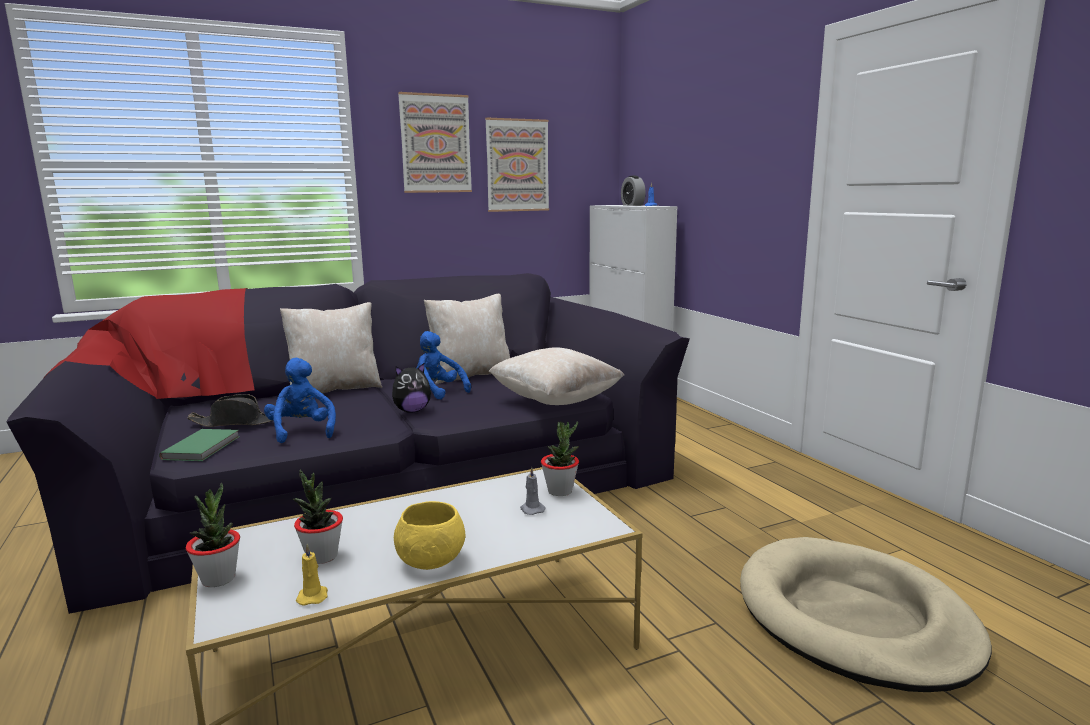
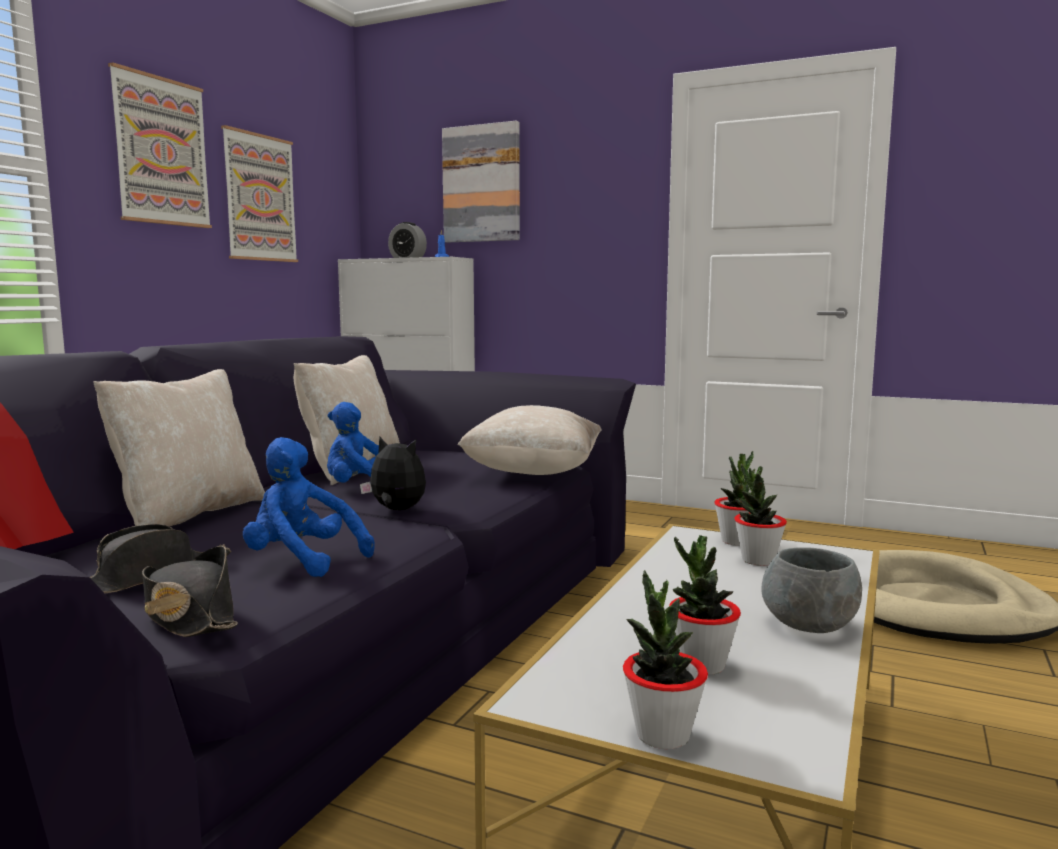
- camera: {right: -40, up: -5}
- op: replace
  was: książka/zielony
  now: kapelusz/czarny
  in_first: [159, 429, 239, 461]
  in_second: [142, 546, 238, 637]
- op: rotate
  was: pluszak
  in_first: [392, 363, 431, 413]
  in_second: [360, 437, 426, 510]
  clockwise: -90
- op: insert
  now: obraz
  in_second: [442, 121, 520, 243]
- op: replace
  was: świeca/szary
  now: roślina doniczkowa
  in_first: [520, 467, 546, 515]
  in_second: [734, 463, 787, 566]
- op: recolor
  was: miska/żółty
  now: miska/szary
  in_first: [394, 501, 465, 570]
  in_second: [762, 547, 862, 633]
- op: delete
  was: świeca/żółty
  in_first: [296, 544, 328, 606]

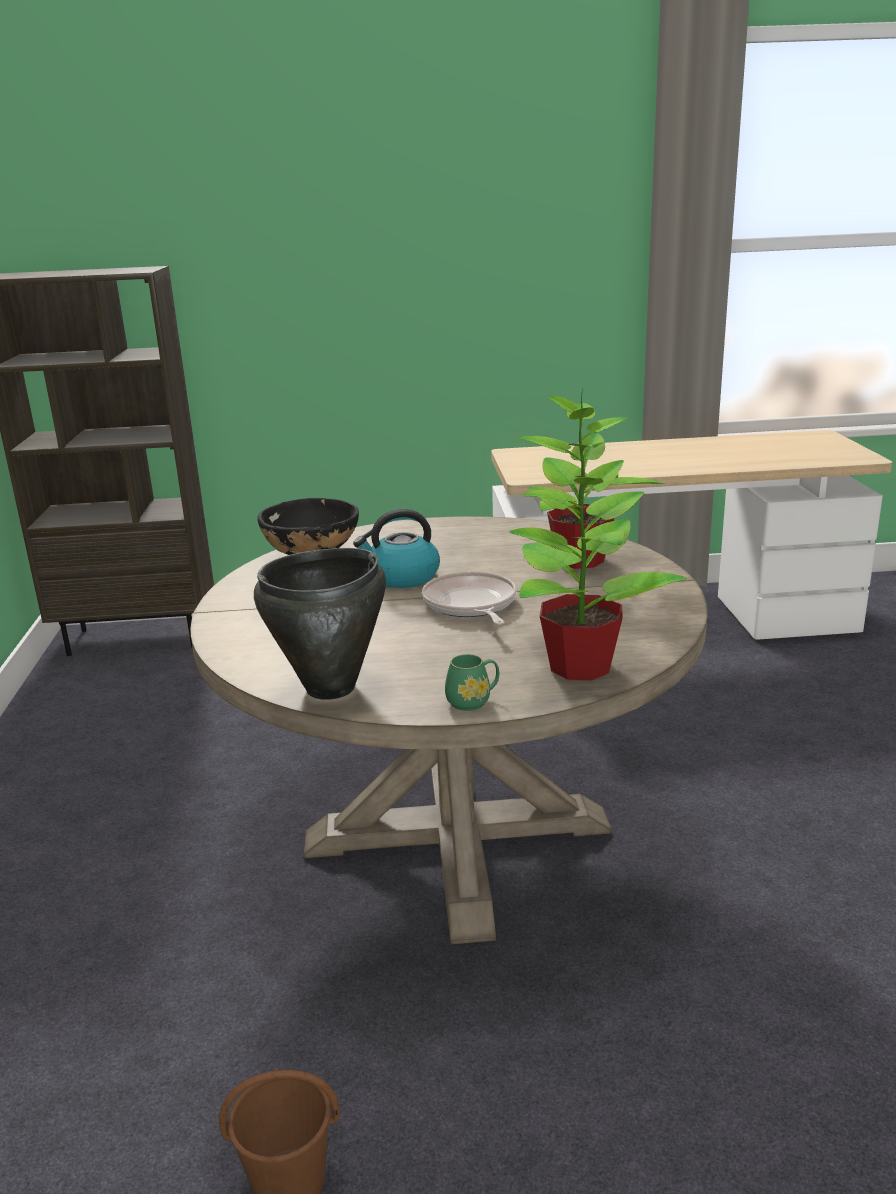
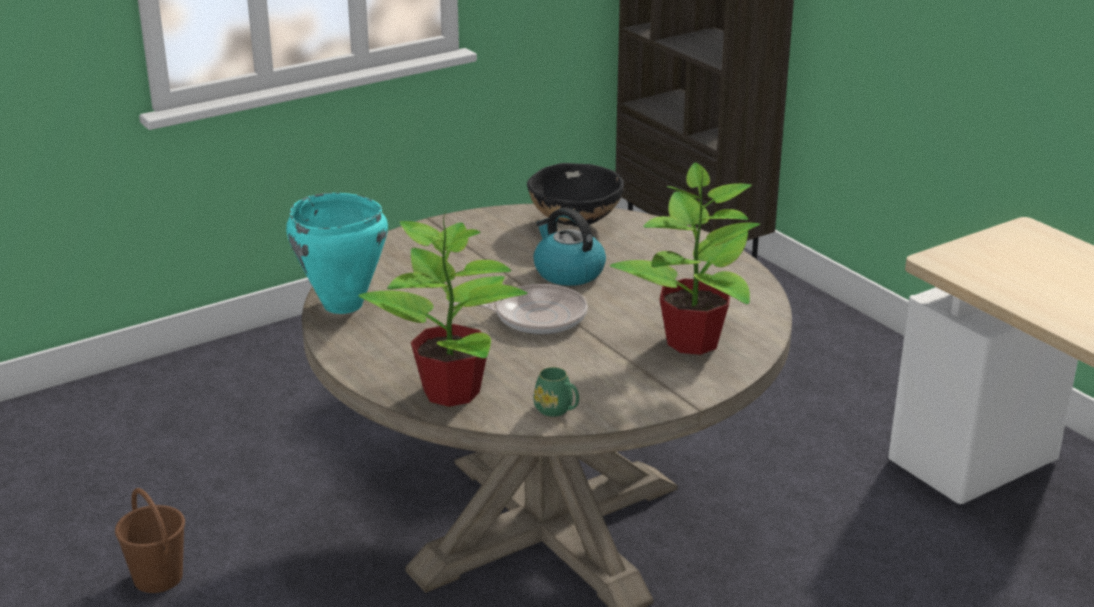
- camera: {right: 60, up: 5}
- op: recolor
  was: garnek/czarny
  now: garnek/turkusowy
  in_first: [254, 548, 386, 700]
  in_second: [286, 193, 388, 314]
- op: rotate
  was: patelnia
  in_first: [422, 571, 517, 625]
  in_second: [449, 284, 588, 334]
  clockwise: 45
- op: move
  was: kubek/zielony
  in_first: [445, 654, 499, 711]
  in_second: [533, 367, 579, 416]

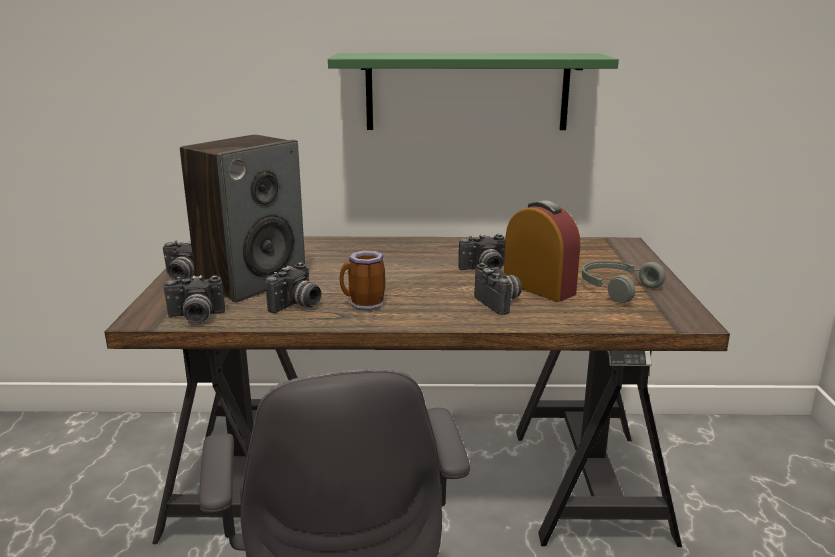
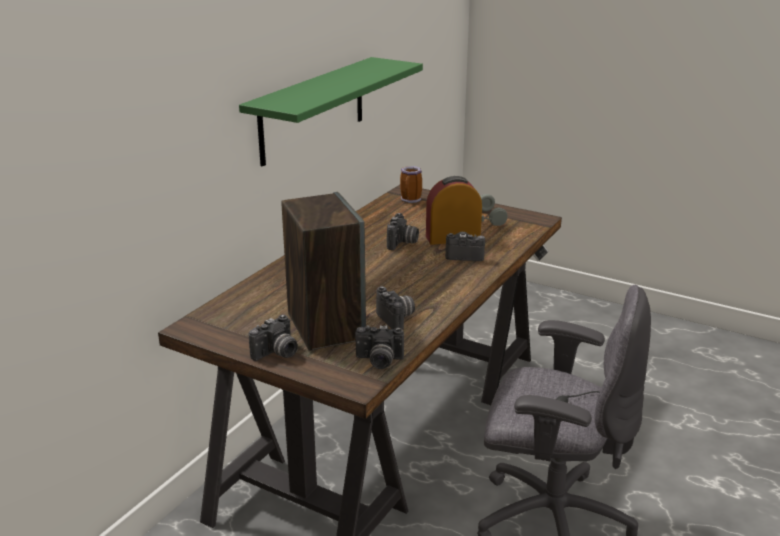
- camera: {right: -60, up: 5}
- op: rotate
  was: aparat fotograficzny
  in_first: [164, 275, 225, 323]
  in_second: [355, 325, 404, 369]
  clockwise: 75
- op: move
  was: kubek
  in_first: [340, 250, 385, 311]
  in_second: [400, 166, 422, 203]

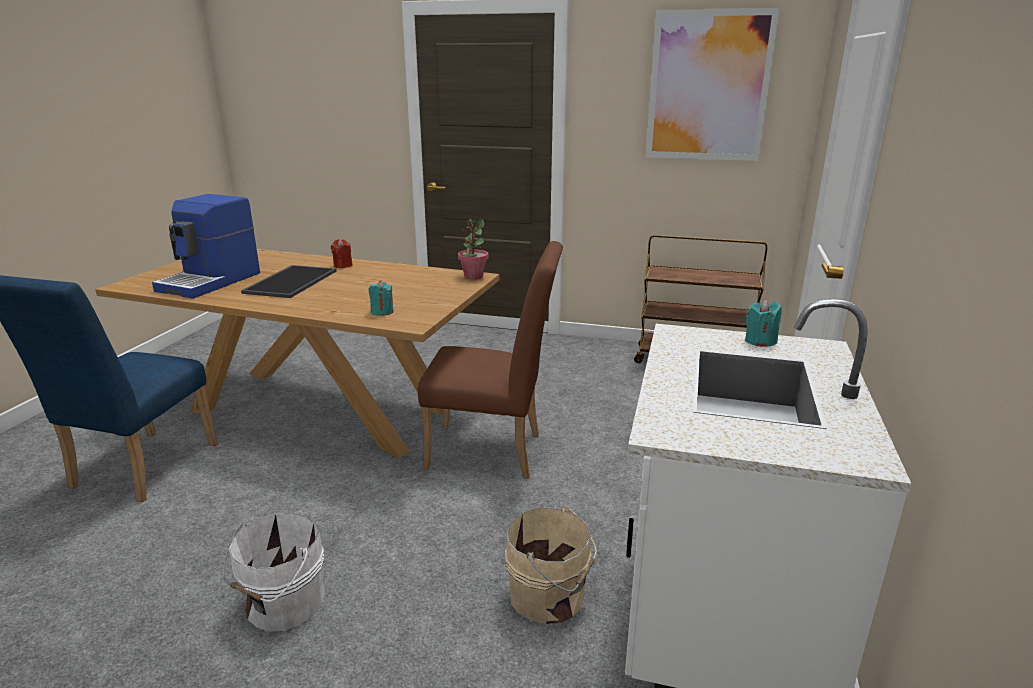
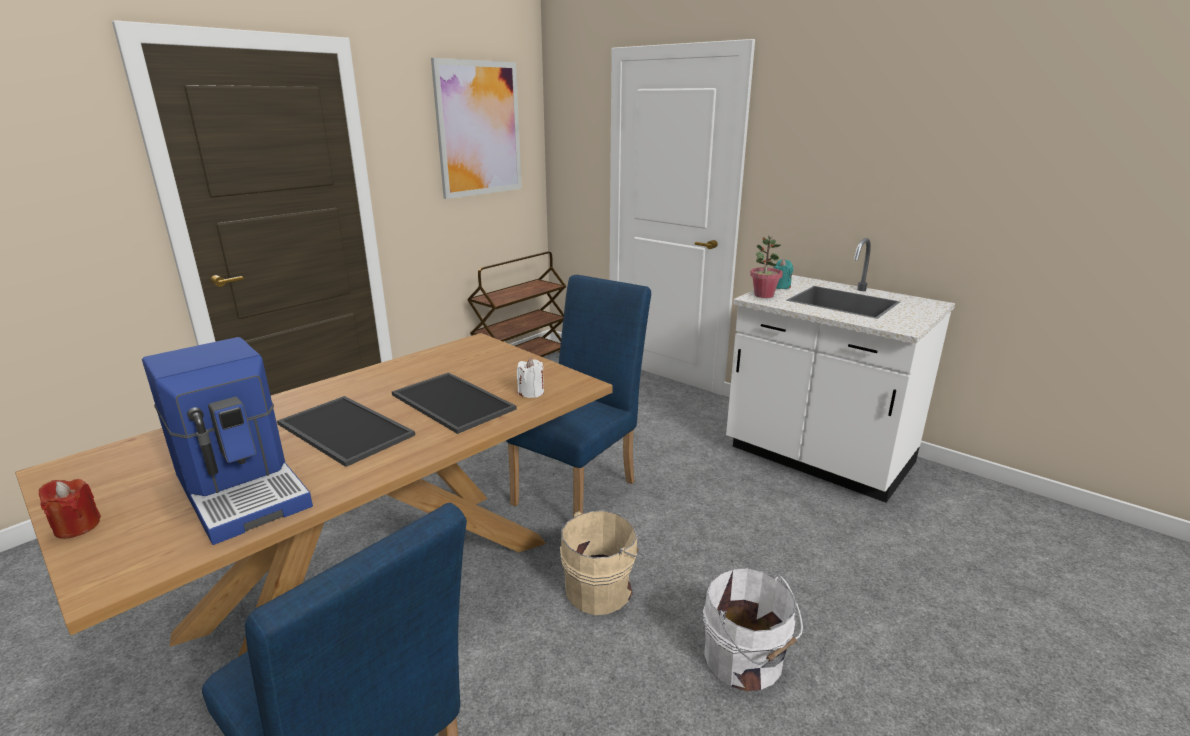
- camera: {right: -65, up: 0}
- op: move
  was: świeca/czerwony
  in_first: [331, 239, 353, 268]
  in_second: [39, 479, 101, 539]
- op: insert
  now: taca
  in_second: [392, 372, 516, 434]
- op: recolor
  was: krzesło/brązowy
  now: krzesło/niebieski
  in_first: [418, 241, 563, 479]
  in_second: [506, 275, 651, 518]
- op: recolor
  was: świeca/turkusowy
  now: świeca/biały
  in_first: [369, 280, 394, 316]
  in_second: [517, 358, 544, 398]
- op: move
  was: wiadro/beżowy
  in_first: [505, 506, 597, 624]
  in_second: [560, 510, 645, 615]
- op: move
  was: roślina doniczkowa
  in_first: [458, 219, 488, 280]
  in_second: [750, 235, 783, 298]

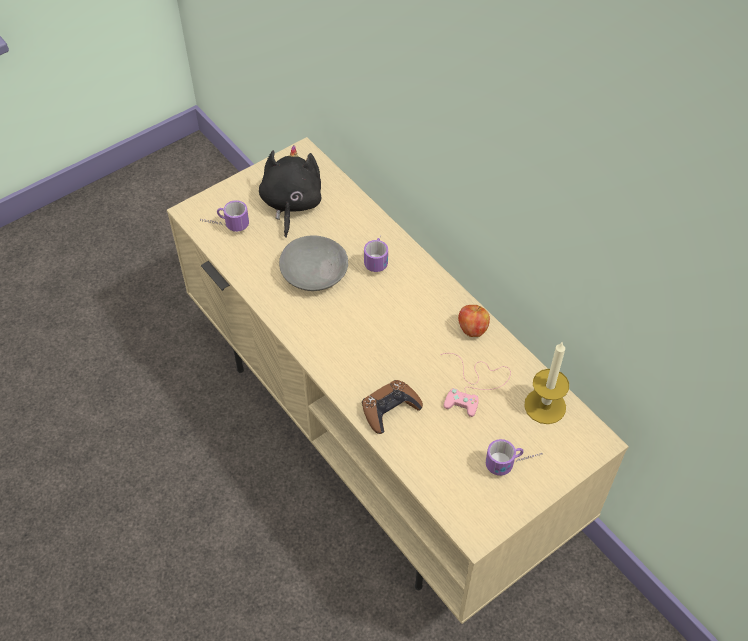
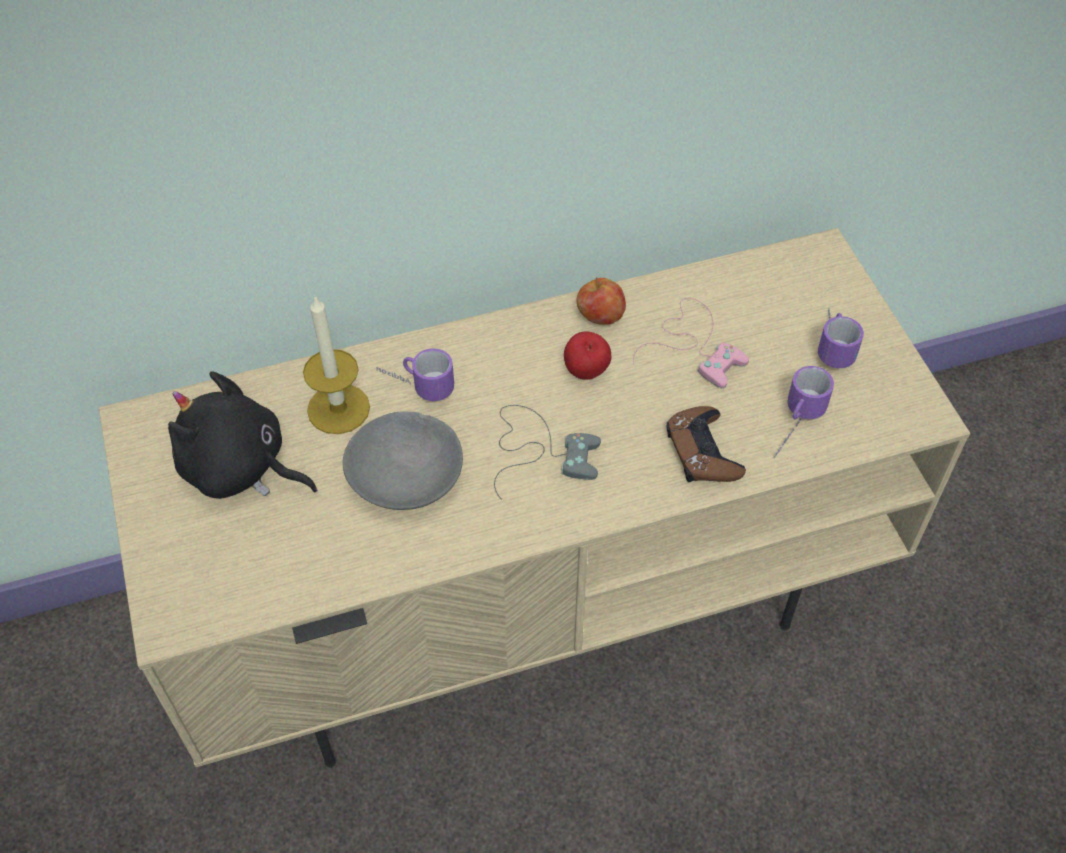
- camera: {right: -70, up: 0}
- op: move
  was: świeca
  in_first: [524, 341, 569, 424]
  in_second: [303, 295, 370, 434]
- op: insert
  now: pad do gier/szary
  in_second: [494, 405, 601, 500]
- op: insert
  now: jabłko
  in_second: [564, 332, 611, 380]
- op: move
  was: kubek
  in_first: [200, 200, 249, 232]
  in_second: [774, 366, 834, 458]

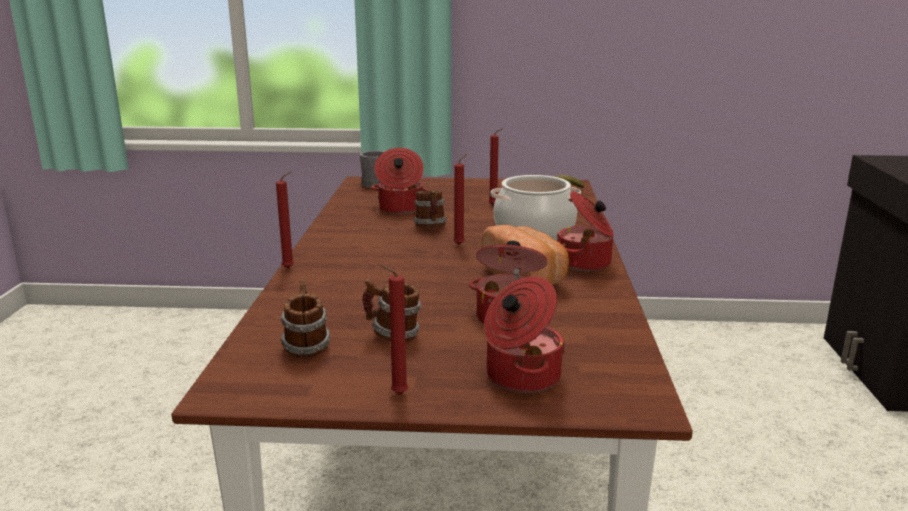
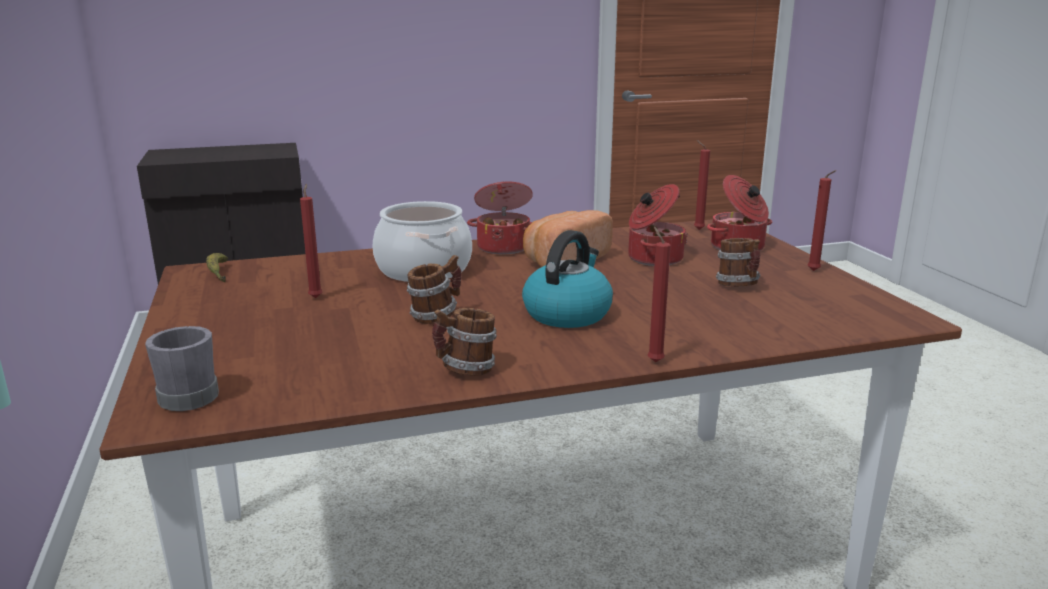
- camera: {right: -110, up: 0}
- op: move
  was: kubek
  in_first: [280, 280, 330, 358]
  in_second: [432, 308, 497, 376]
- op: insert
  now: czajnik
  in_second: [522, 230, 613, 328]
- op: move
  was: świeca/czerwony
  in_first: [453, 154, 467, 245]
  in_second: [694, 140, 710, 230]
- op: delete
  was: garnek
  in_first: [371, 148, 428, 214]

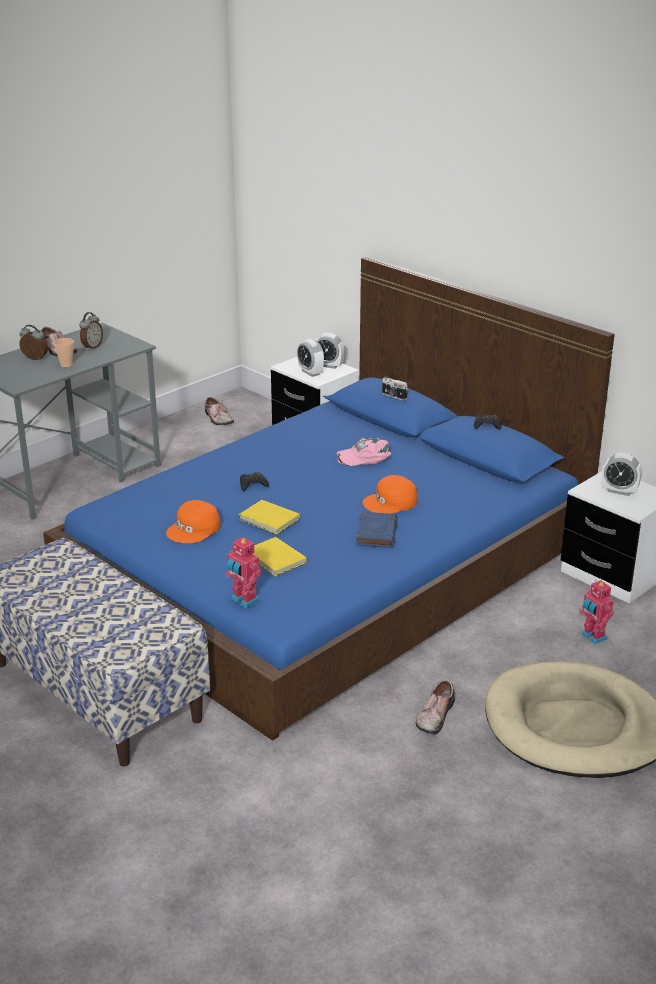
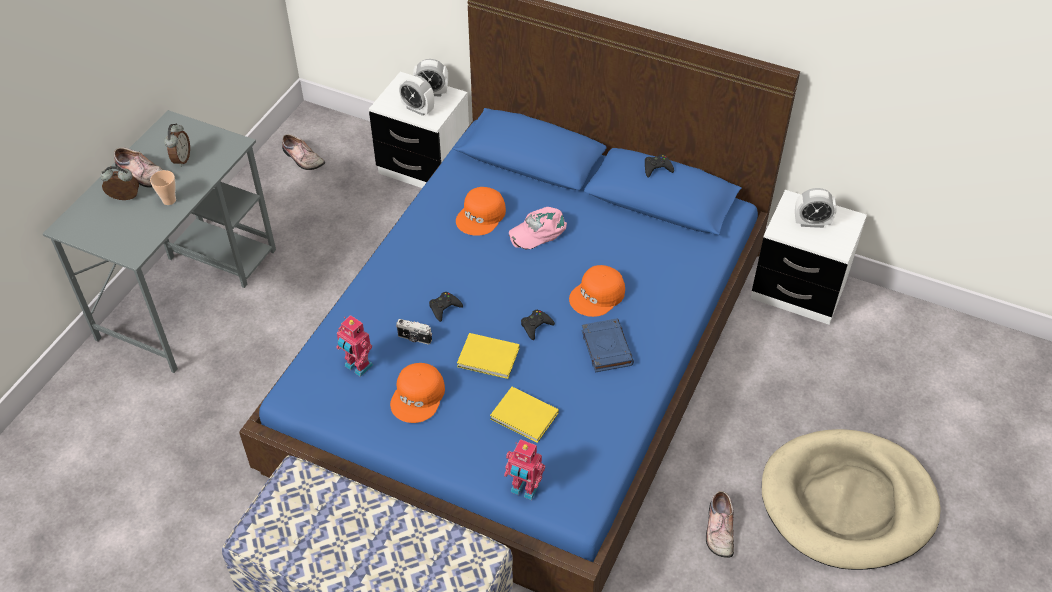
- camera: {right: -20, up: 20}
- op: move
  was: robot zabawkowy
  in_first: [579, 579, 614, 644]
  in_second: [336, 315, 373, 377]
- op: move
  was: aparat fotograficzny
  in_first: [382, 376, 408, 401]
  in_second: [396, 319, 432, 345]
- op: insert
  now: czapka z daszkiem/pomarańczowy
  in_second: [456, 187, 506, 236]
- op: insert
  now: pad do gier/czarny
  in_second: [521, 310, 555, 340]

